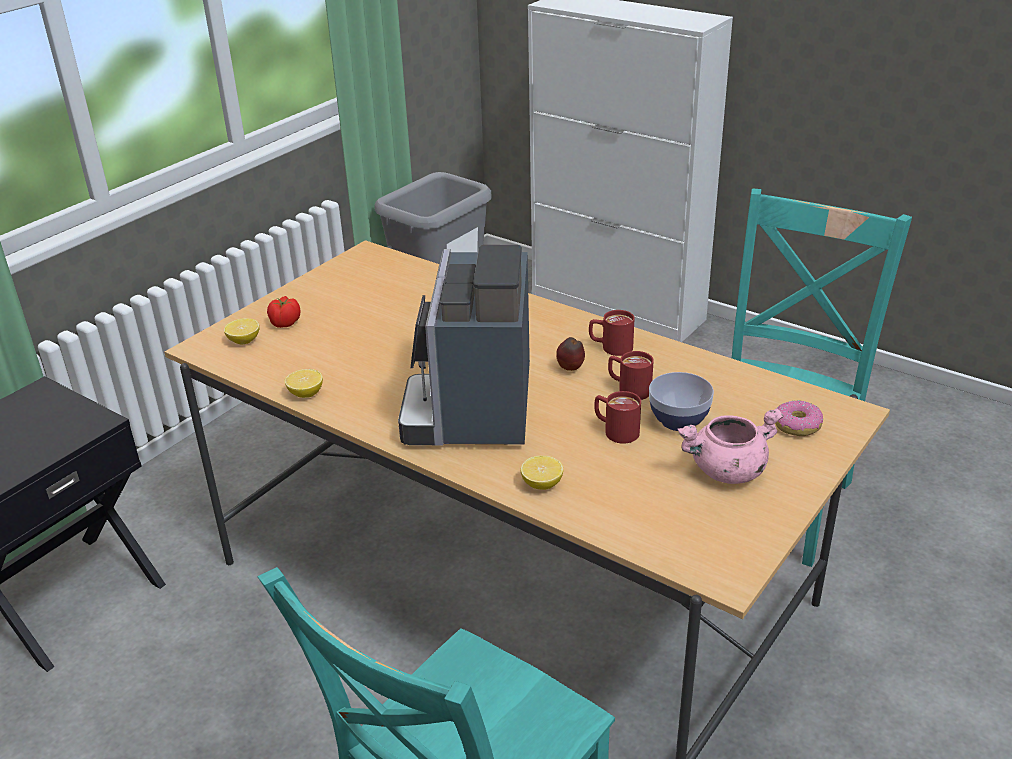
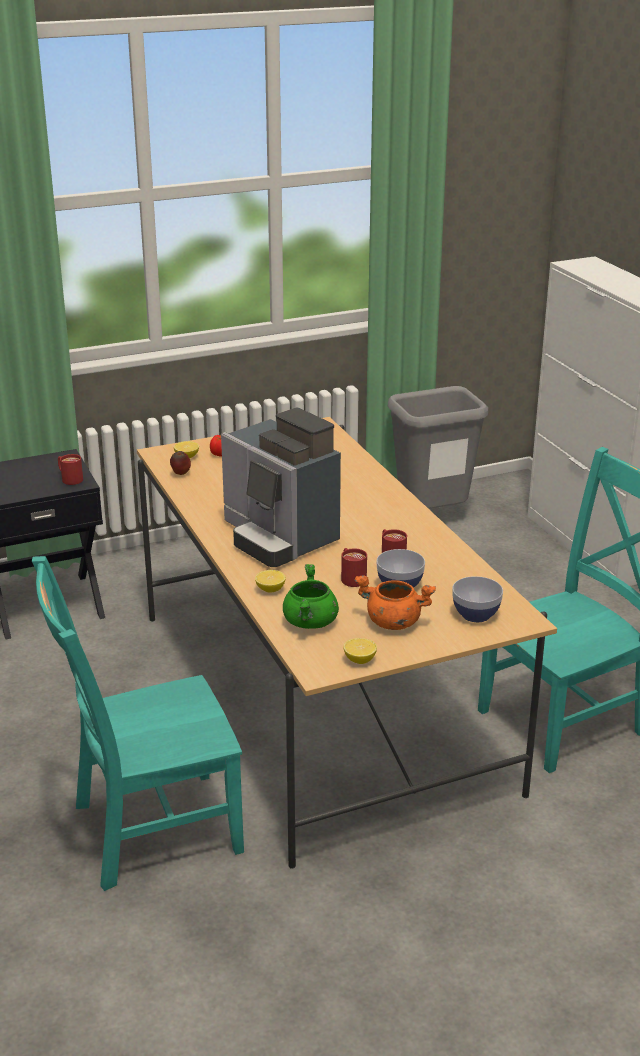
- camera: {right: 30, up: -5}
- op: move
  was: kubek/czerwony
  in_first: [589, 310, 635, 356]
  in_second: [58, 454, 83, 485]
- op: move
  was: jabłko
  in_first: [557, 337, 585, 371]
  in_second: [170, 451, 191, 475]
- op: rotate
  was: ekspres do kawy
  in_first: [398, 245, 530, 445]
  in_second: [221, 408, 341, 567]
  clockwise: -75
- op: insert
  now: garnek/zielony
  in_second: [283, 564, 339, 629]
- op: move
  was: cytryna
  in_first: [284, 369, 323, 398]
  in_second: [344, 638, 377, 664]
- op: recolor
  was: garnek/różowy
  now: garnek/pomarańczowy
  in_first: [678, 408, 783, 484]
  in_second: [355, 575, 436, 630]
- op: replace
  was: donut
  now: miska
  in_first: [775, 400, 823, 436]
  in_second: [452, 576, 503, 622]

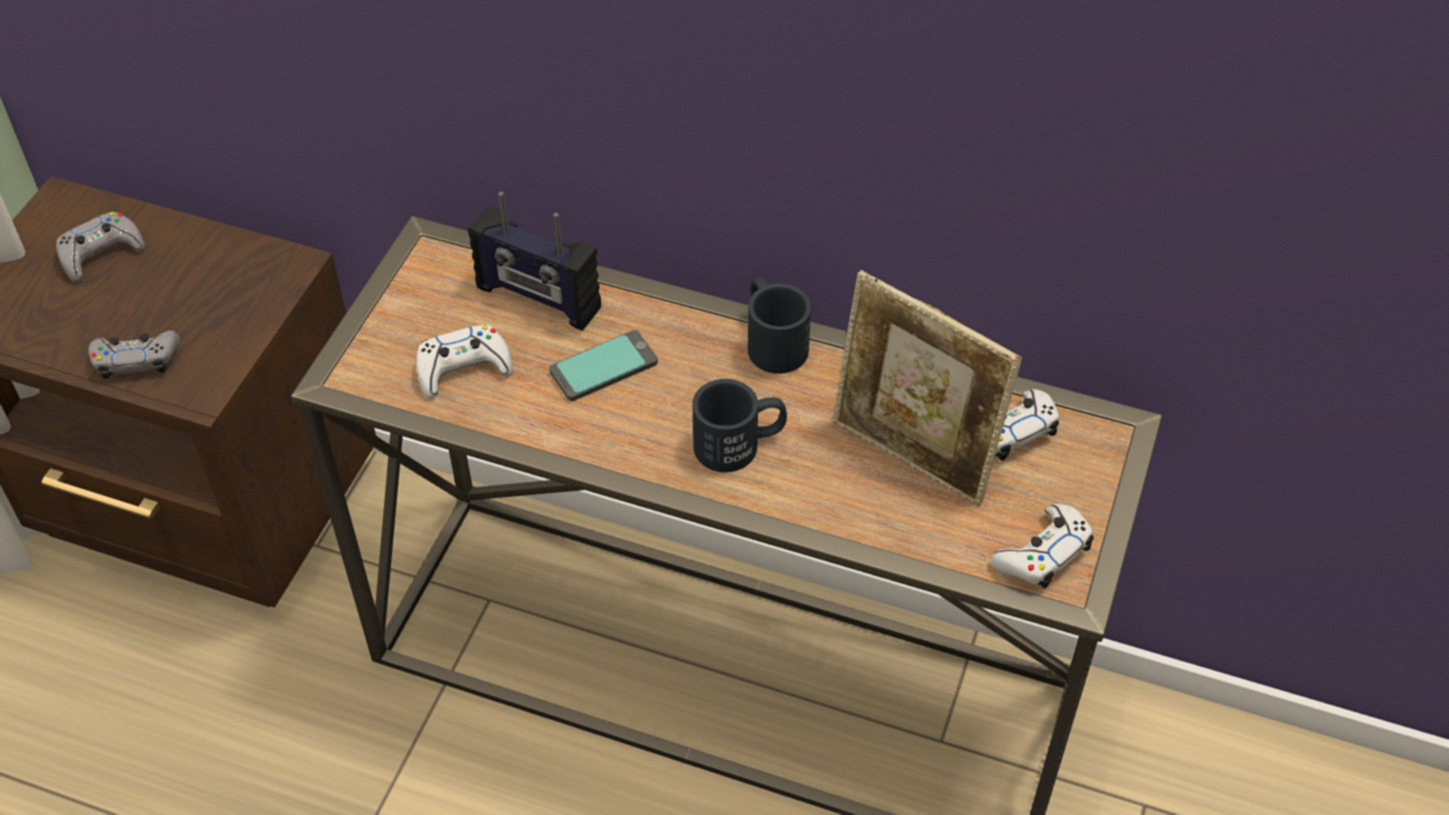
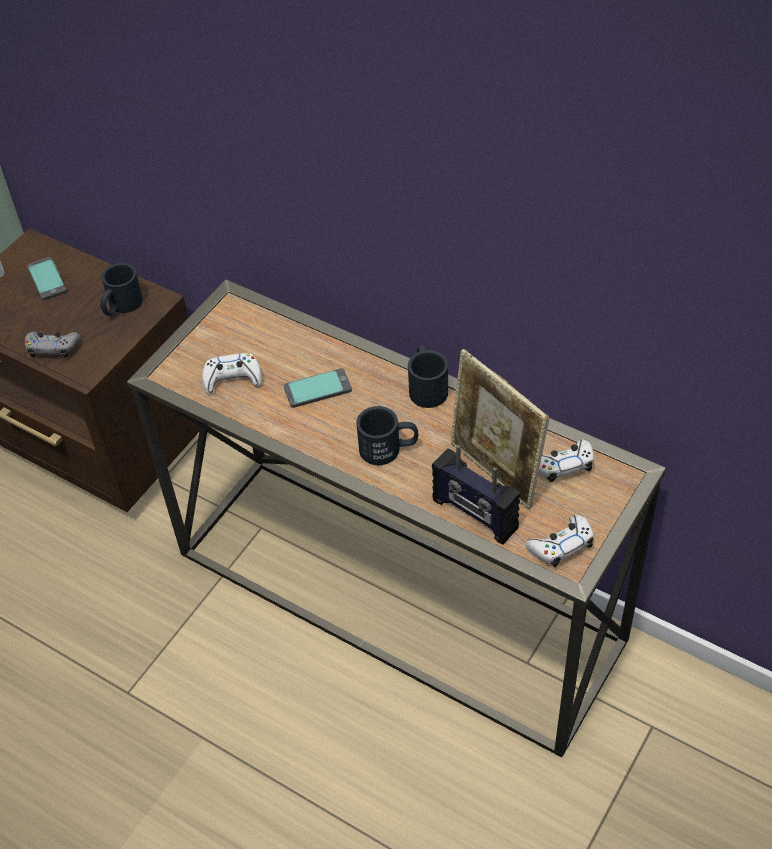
- camera: {right: 15, up: 0}
- op: replace
  was: pad do gier/szary
  now: telefon
  in_first: [56, 212, 146, 282]
  in_second: [27, 257, 67, 301]
- op: insert
  now: kubek/czarny
  in_second: [100, 263, 143, 316]
- op: move
  was: radio
  in_first: [468, 191, 601, 330]
  in_second: [432, 445, 521, 544]

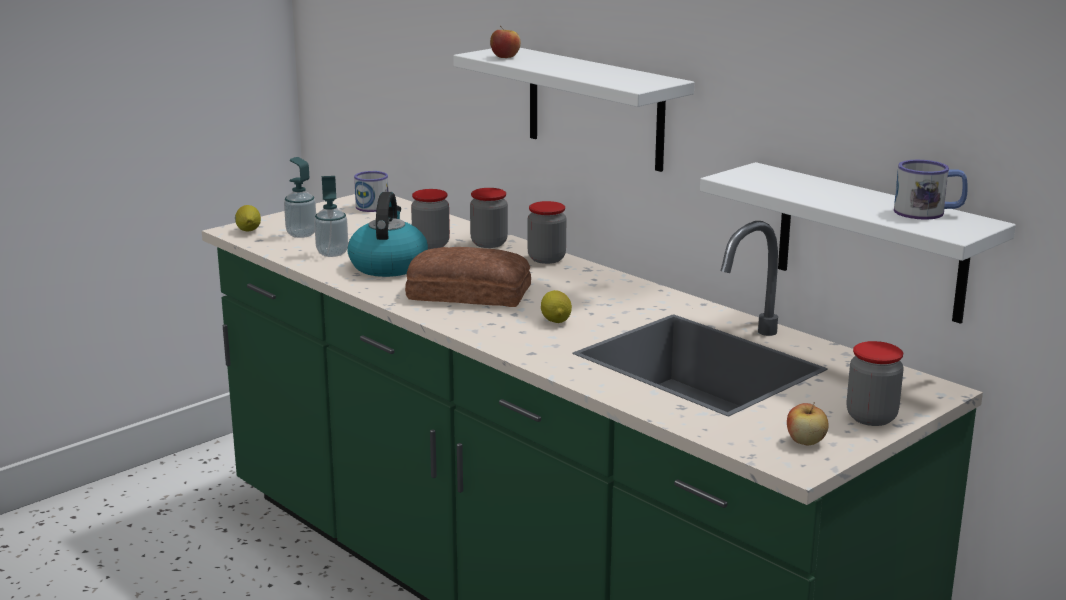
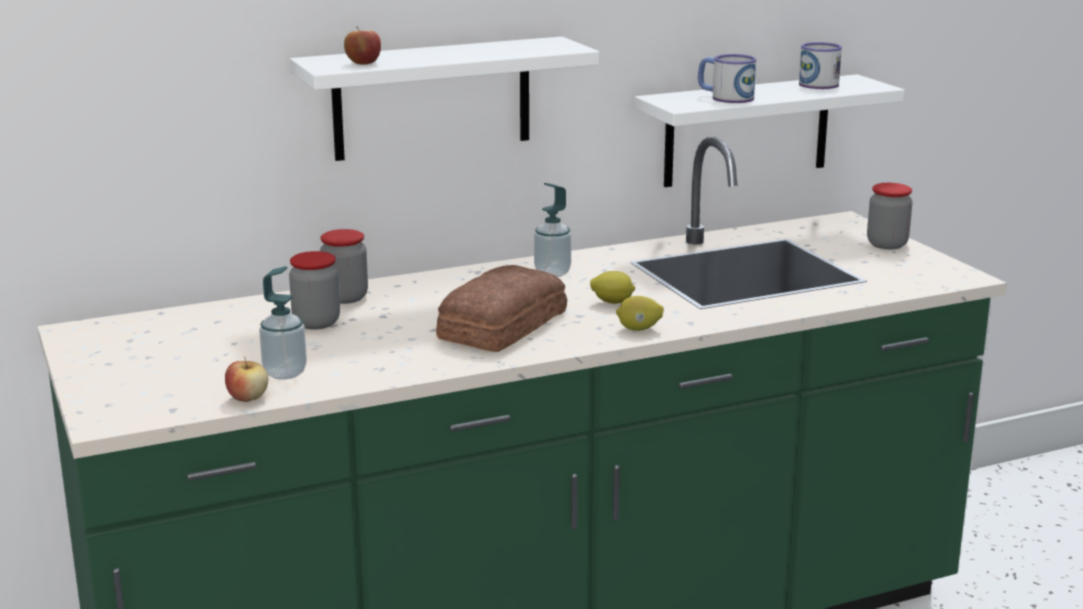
- camera: {right: -70, up: 0}
- op: move
  was: jabłko
  in_first: [787, 403, 829, 445]
  in_second: [225, 357, 268, 402]
- op: move
  was: dozownik mydła
  in_first: [284, 157, 316, 238]
  in_second: [534, 183, 571, 277]
- op: move
  was: cytryna
  in_first: [235, 205, 261, 231]
  in_second: [616, 296, 664, 331]
- op: move
  was: kubek
  in_first: [354, 171, 389, 212]
  in_second: [698, 54, 756, 103]
- op: delete
  was: czajnik
  in_first: [347, 192, 428, 277]
- op: delete
  was: słoik
  in_first: [528, 201, 566, 264]

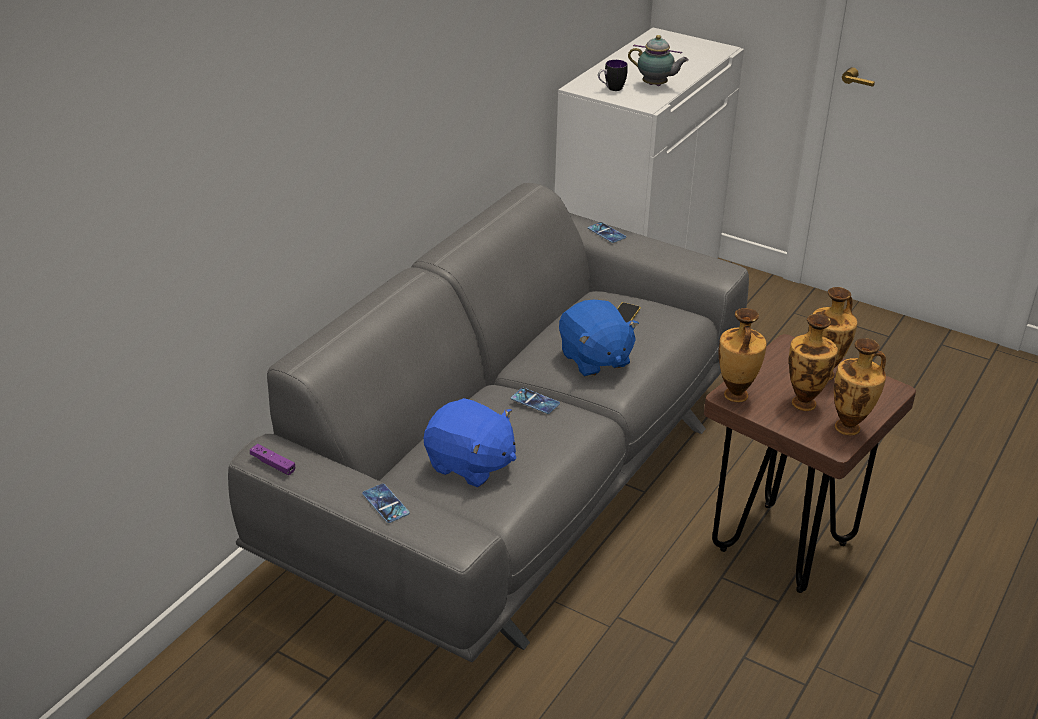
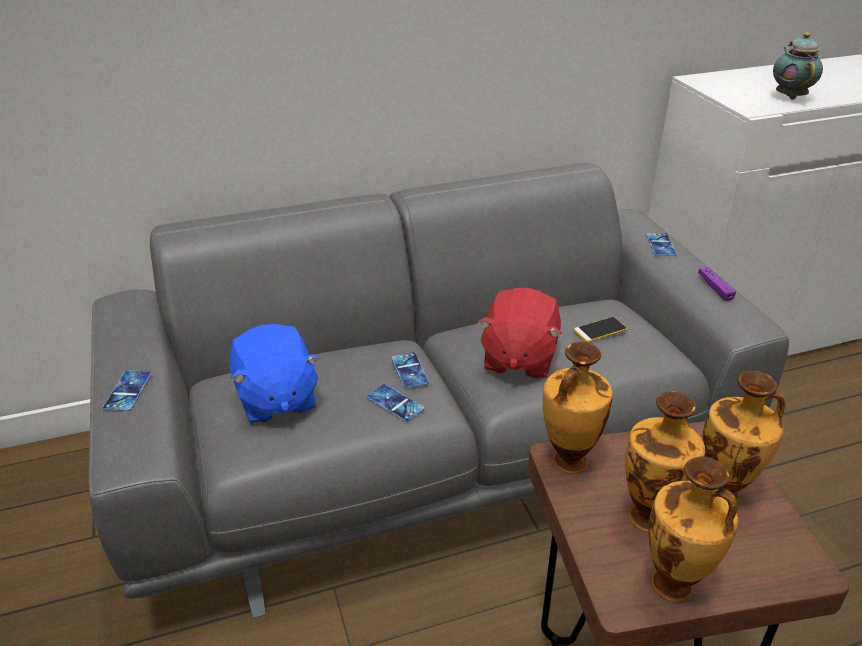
- camera: {right: 40, up: 0}
- op: insert
  now: telefon
  in_second: [367, 384, 424, 422]
- op: recolor
  was: pluszak/niebieski
  now: pluszak/czerwony
  in_first: [559, 300, 639, 377]
  in_second: [477, 288, 562, 379]
- op: move
  was: pad do gier/fioletowy
  in_first: [250, 444, 295, 475]
  in_second: [698, 267, 736, 301]
- op: rotate
  was: imbryk
  in_first: [628, 35, 689, 86]
  in_second: [773, 32, 823, 100]
  clockwise: -150
- op: delete
  was: kubek
  in_first: [598, 60, 628, 91]

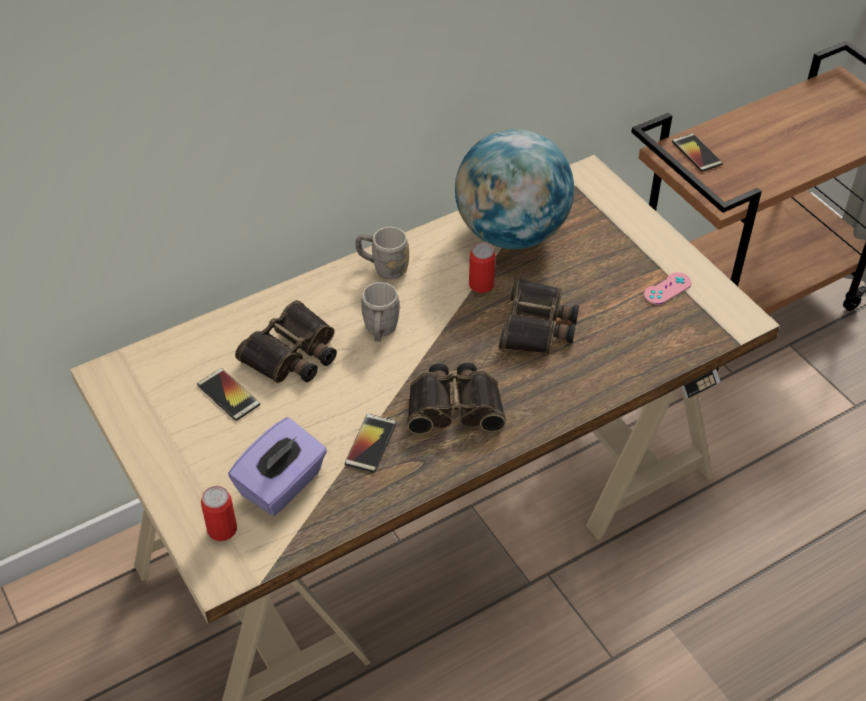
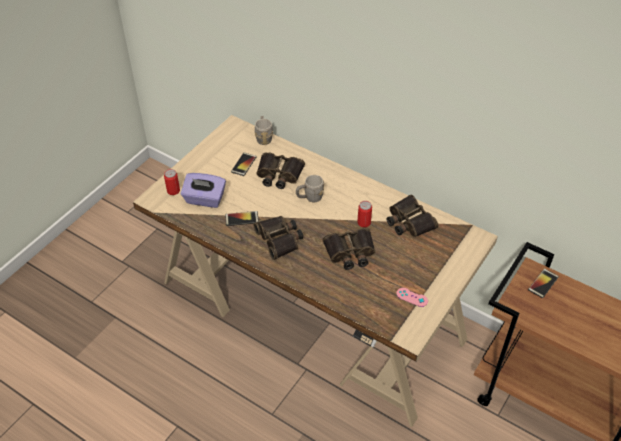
- camera: {right: 65, up: 0}
- op: move
  was: kubek/szary
  in_first: [355, 227, 409, 279]
  in_second: [255, 116, 273, 145]
- op: replace
  was: globus
  now: lornetka
  in_first: [455, 129, 574, 249]
  in_second: [387, 194, 438, 238]

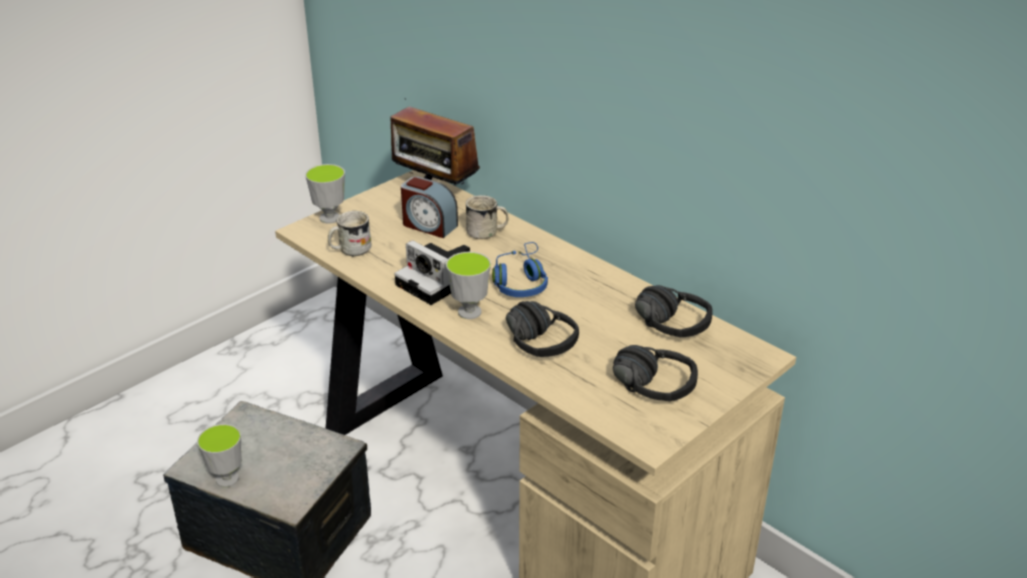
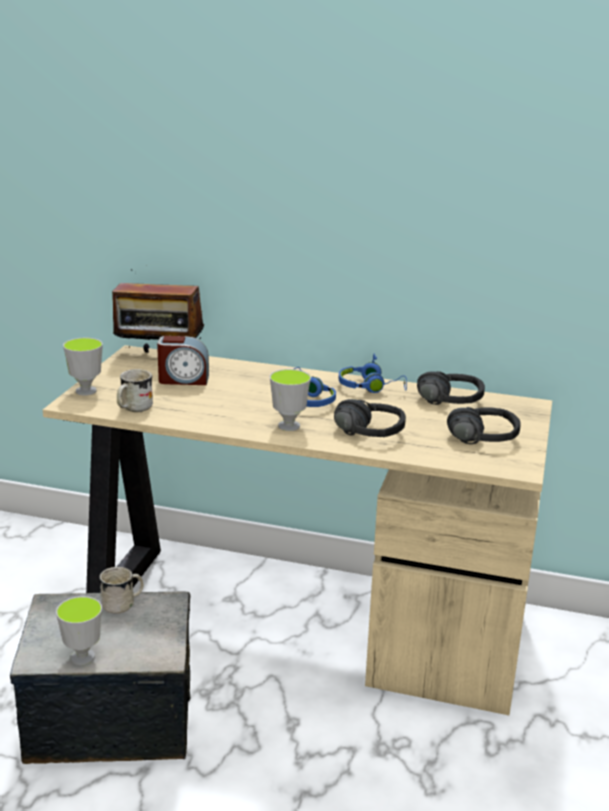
- camera: {right: -30, up: -10}
- op: move
  was: kubek/biały
  in_first: [466, 195, 509, 239]
  in_second: [99, 567, 144, 614]
- op: insert
  now: słuchawki/niebieski
  in_second: [339, 354, 407, 393]
- op: delete
  was: aparat fotograficzny
  in_first: [394, 240, 470, 305]

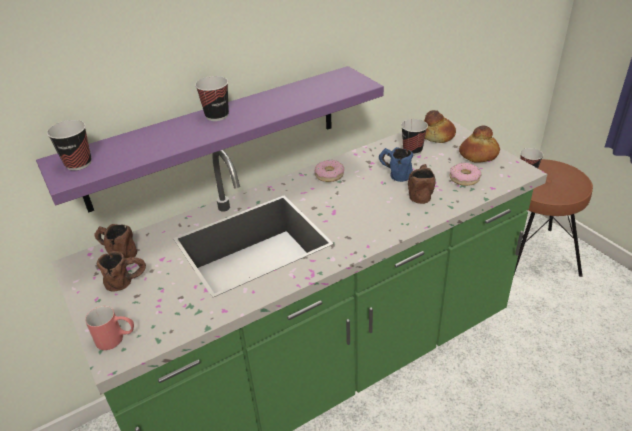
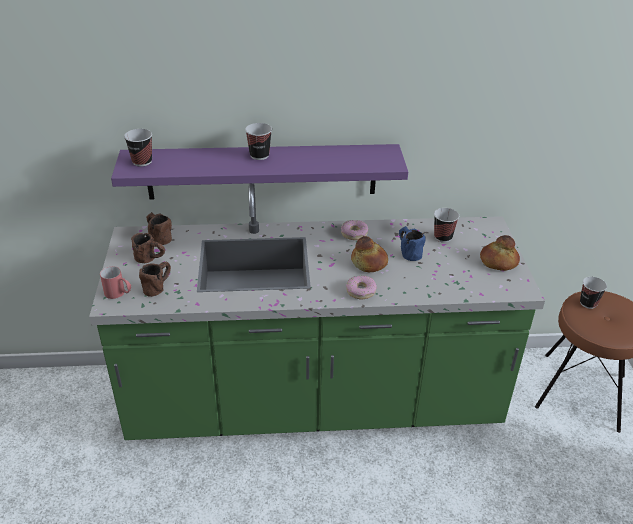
- camera: {right: 25, up: 0}
- op: move
  was: kubek/brązowy
  in_first: [408, 164, 436, 204]
  in_second: [139, 262, 171, 297]
- op: move
  was: donut
  in_first: [449, 163, 482, 186]
  in_second: [346, 276, 377, 299]
- op: move
  was: chleb
  in_first: [424, 110, 456, 143]
  in_second: [351, 236, 388, 272]

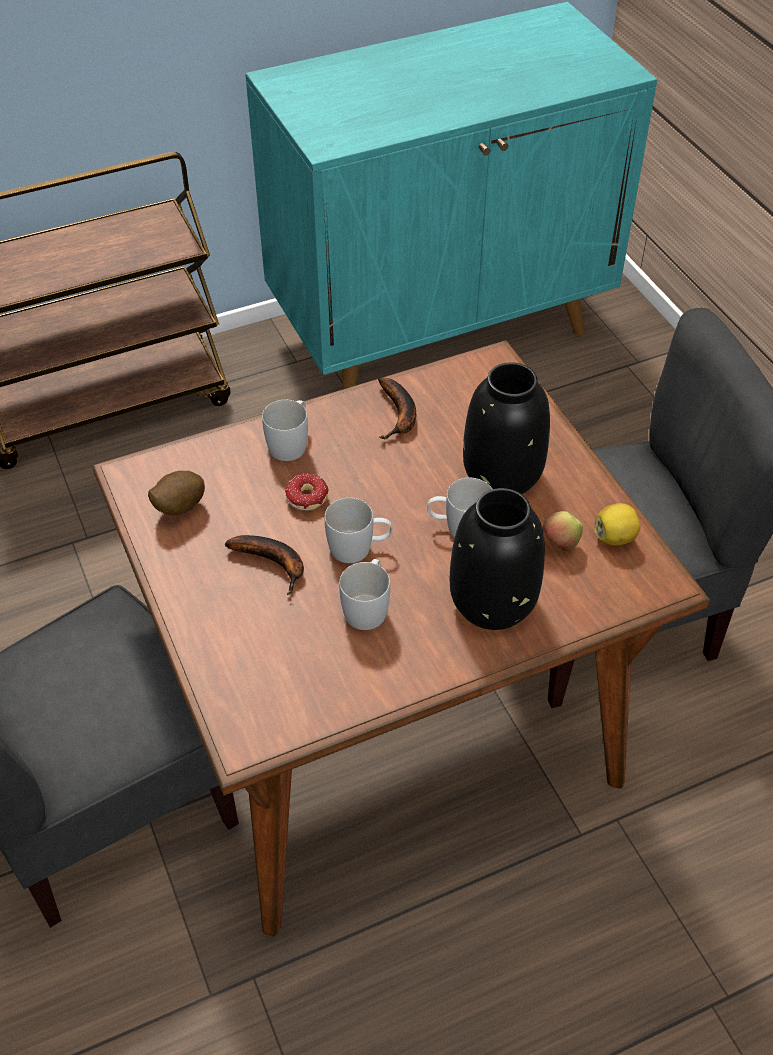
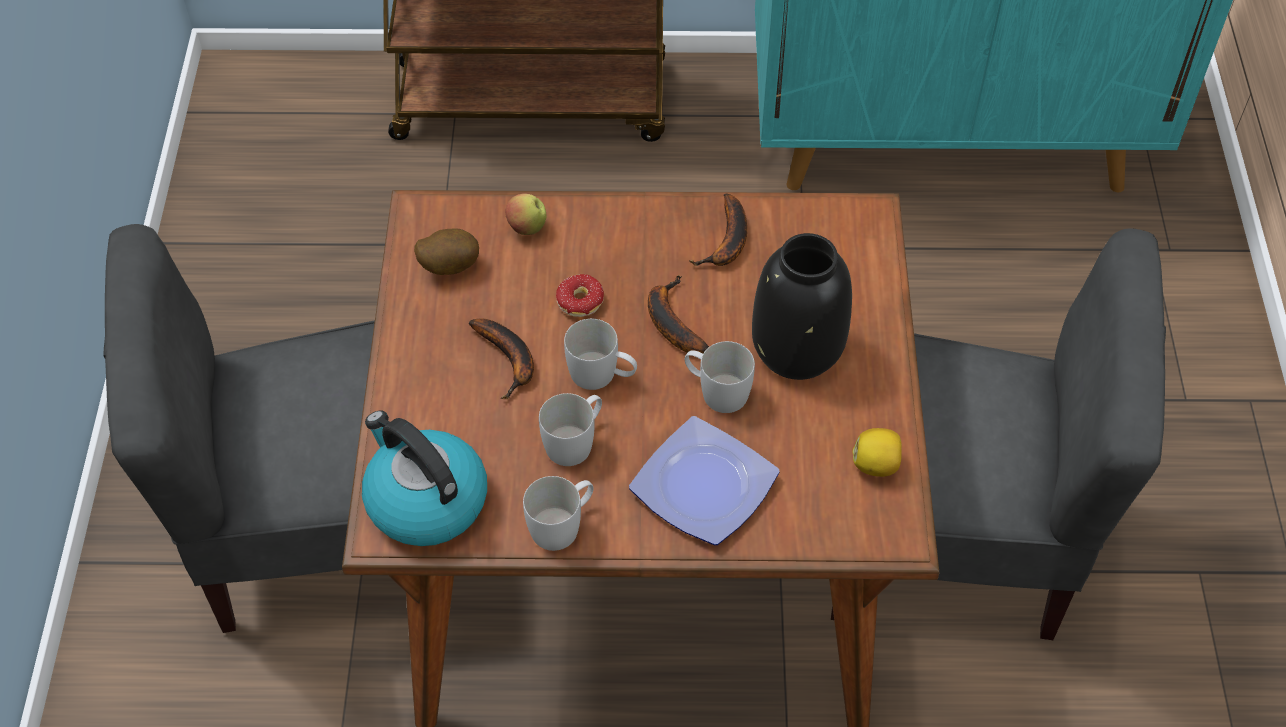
- camera: {right: 25, up: 5}
- op: insert
  now: czajnik
  in_second: [362, 410, 487, 546]
- op: move
  was: jabłko
  in_first: [543, 511, 583, 551]
  in_second: [505, 193, 547, 235]
- op: move
  was: kubek/biały
  in_first: [262, 400, 308, 461]
  in_second: [523, 476, 594, 551]
- op: replace
  was: wazon/czarny
  now: talerz
  in_first: [450, 488, 545, 630]
  in_second: [629, 416, 780, 545]
- op: insert
  now: banan
  in_second: [648, 275, 709, 353]

